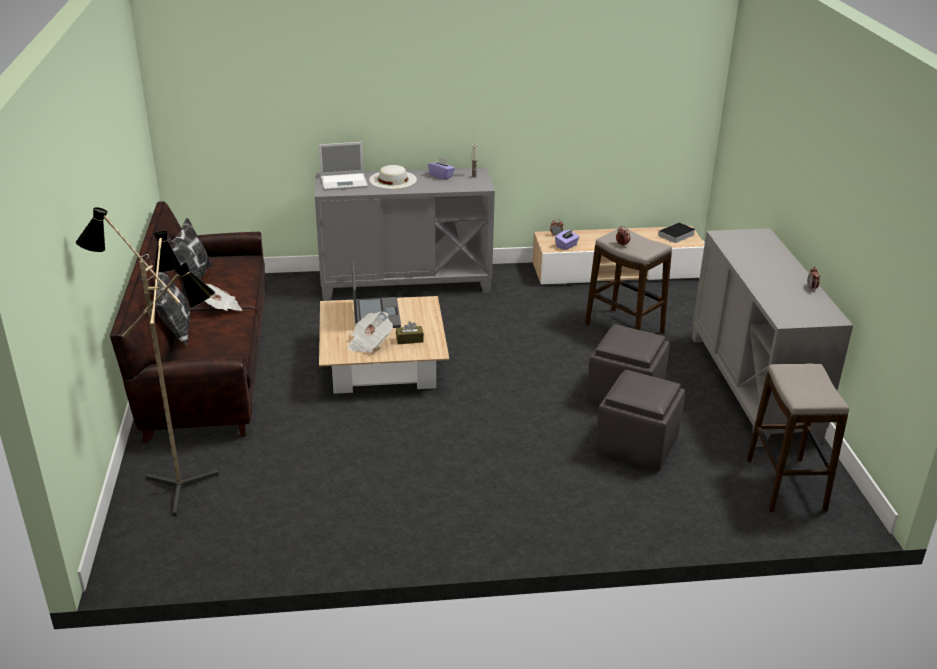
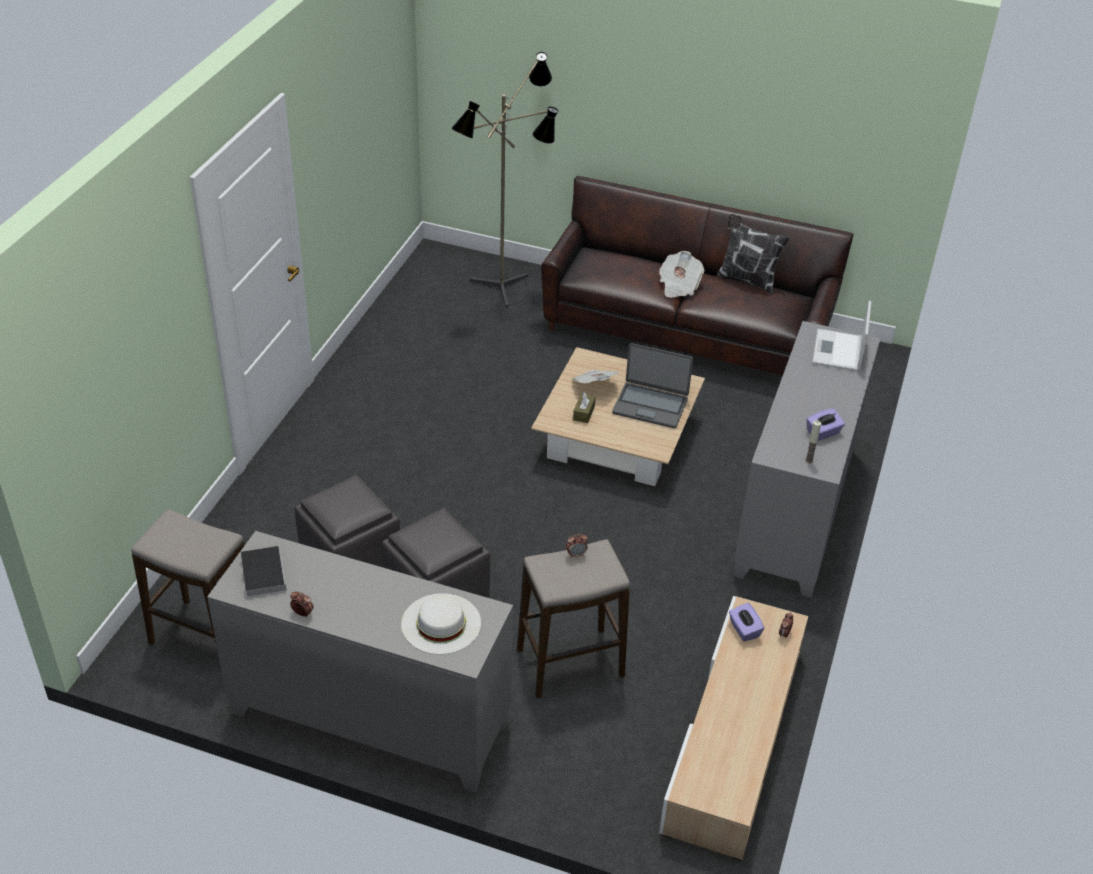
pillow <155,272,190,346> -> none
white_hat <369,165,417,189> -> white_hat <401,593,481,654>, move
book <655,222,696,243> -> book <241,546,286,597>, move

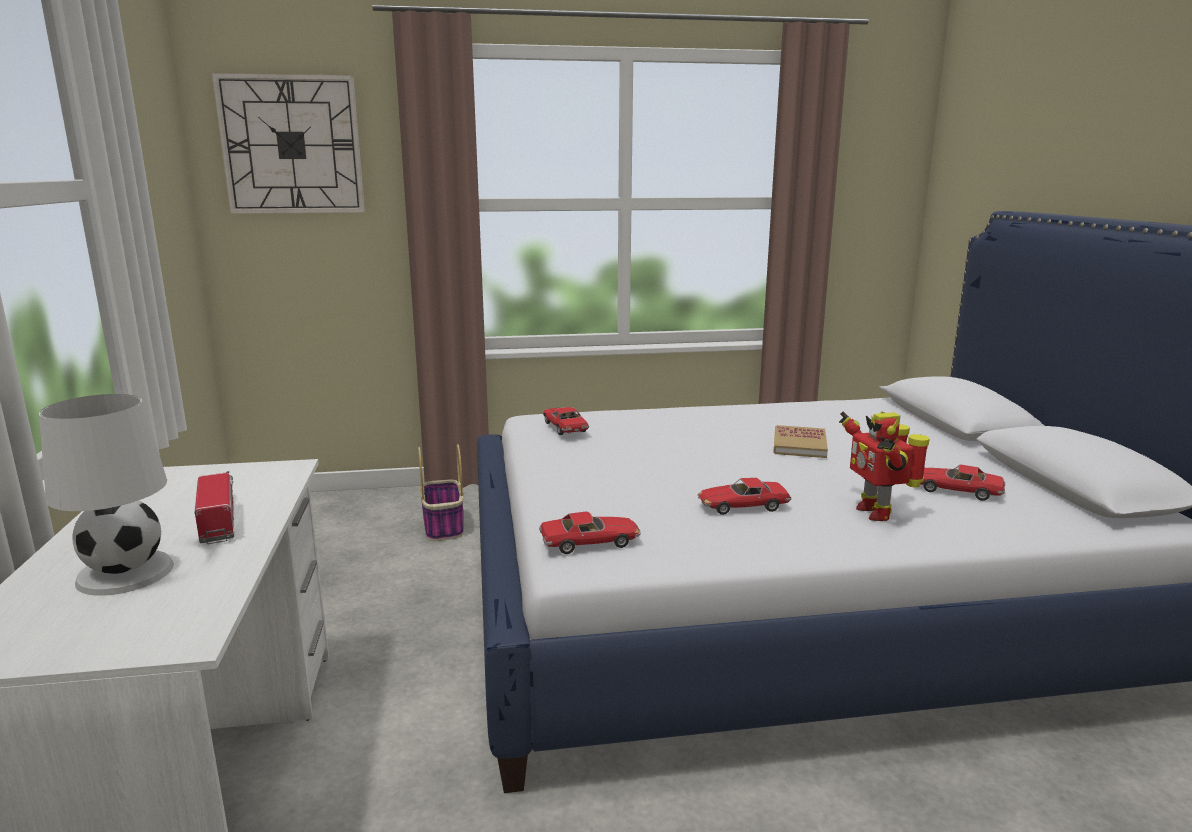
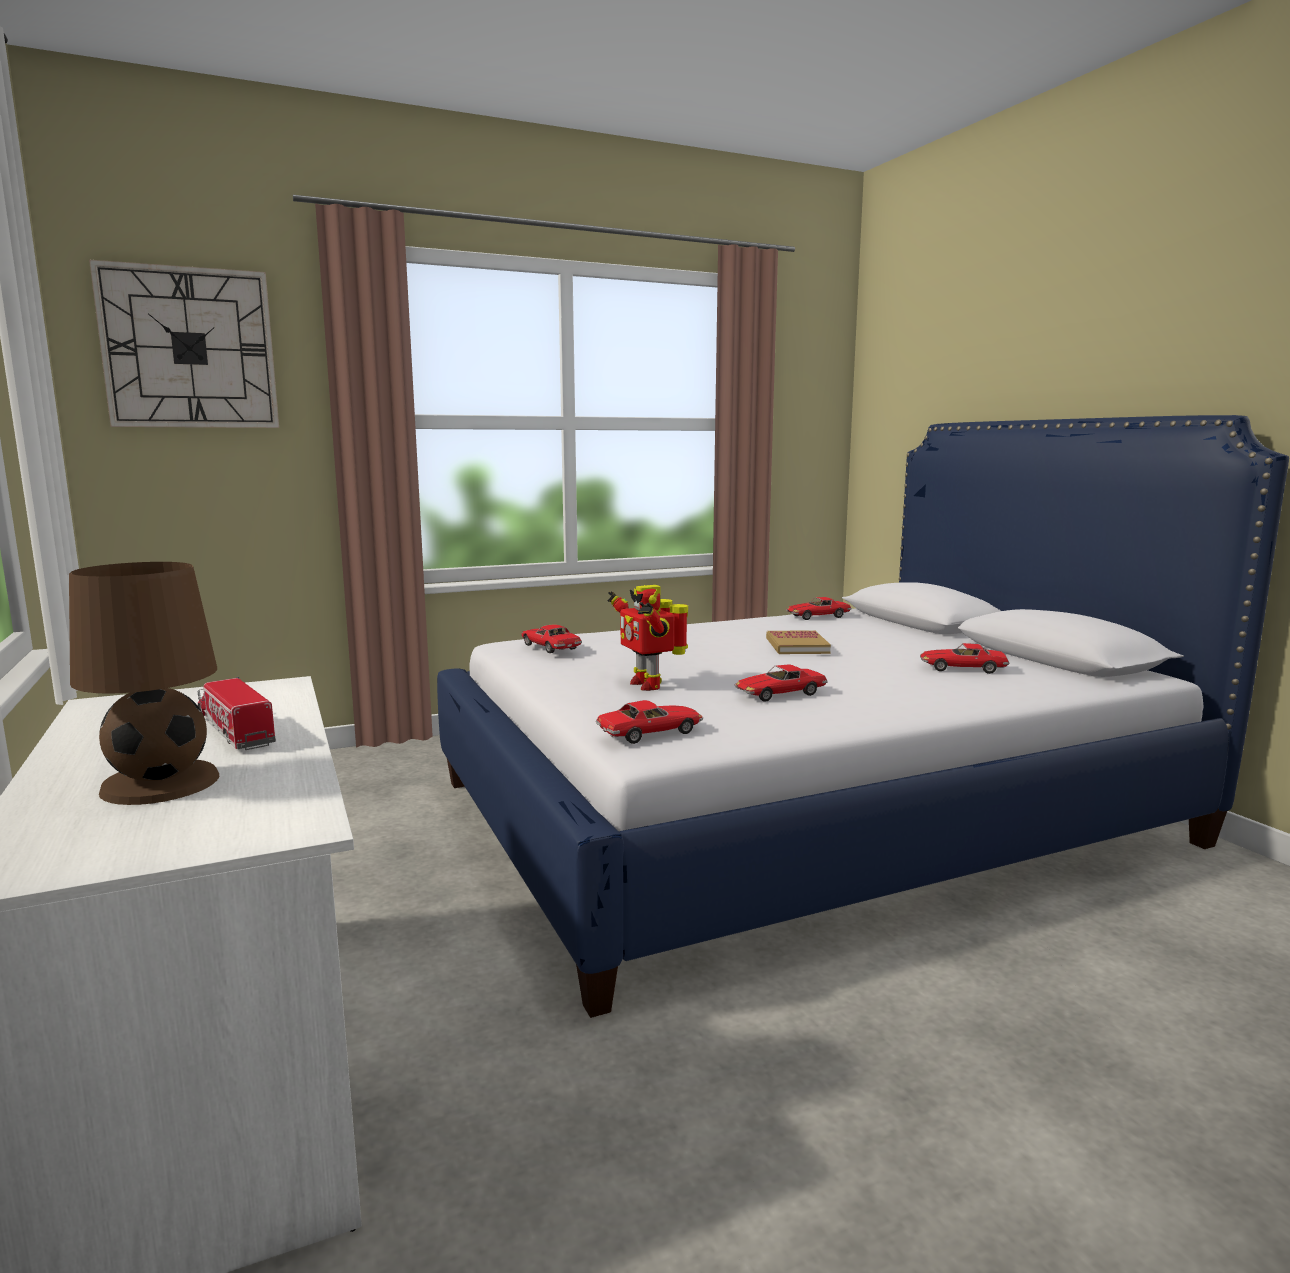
white_table_lamp <39,394,174,596> -> brown_table_lamp <69,562,219,805>
basket <418,444,464,541> -> none
toy_robot <839,411,930,521> -> toy_robot <608,585,688,691>, move
none -> toy_car <786,597,851,620>

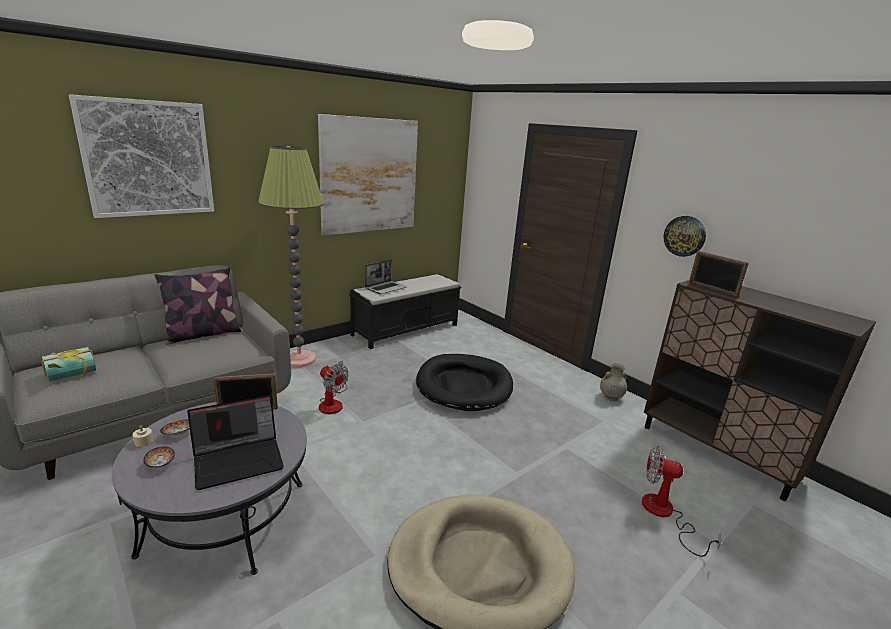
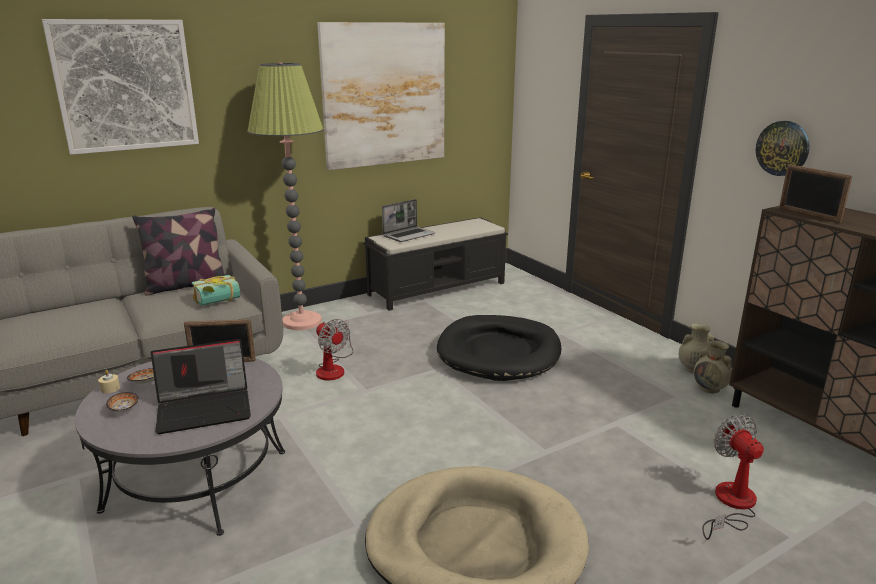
book <41,347,96,382> -> book <192,275,240,306>, move
fan <642,446,722,557> -> fan <702,415,764,540>, 45 degrees clockwise
none -> beige_vase <693,340,732,393>

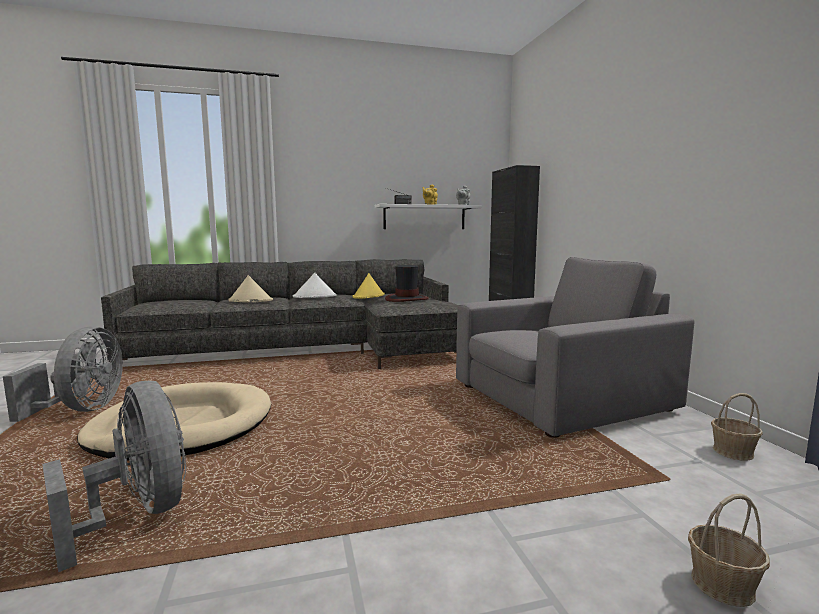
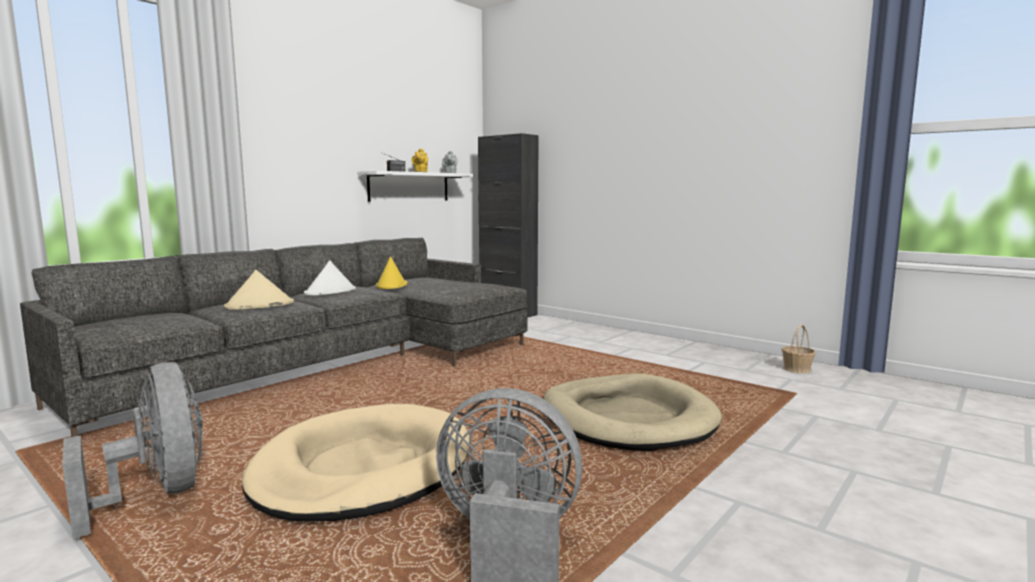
hat <385,265,429,302> -> none
grey_armchair <456,257,694,438> -> none
basket <688,494,770,607> -> none
none -> beige_dog_bed <543,373,722,451>

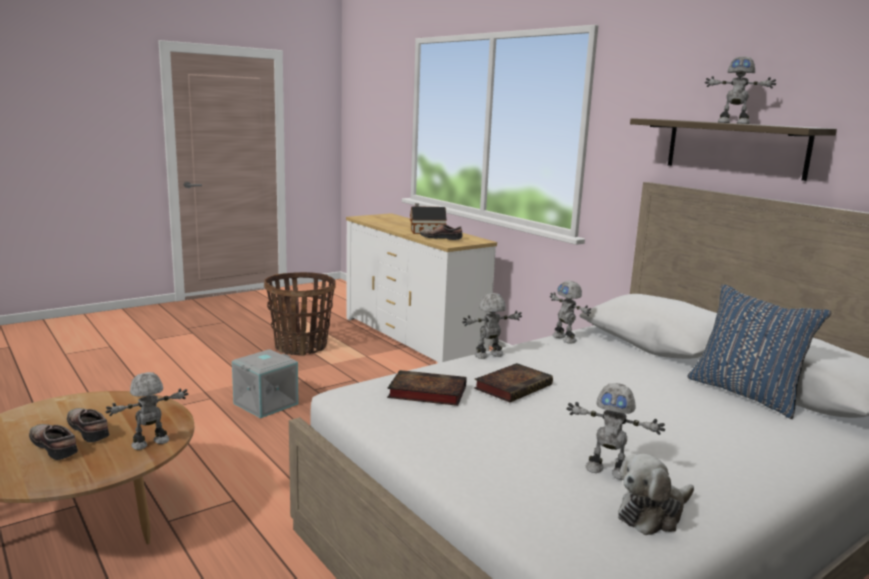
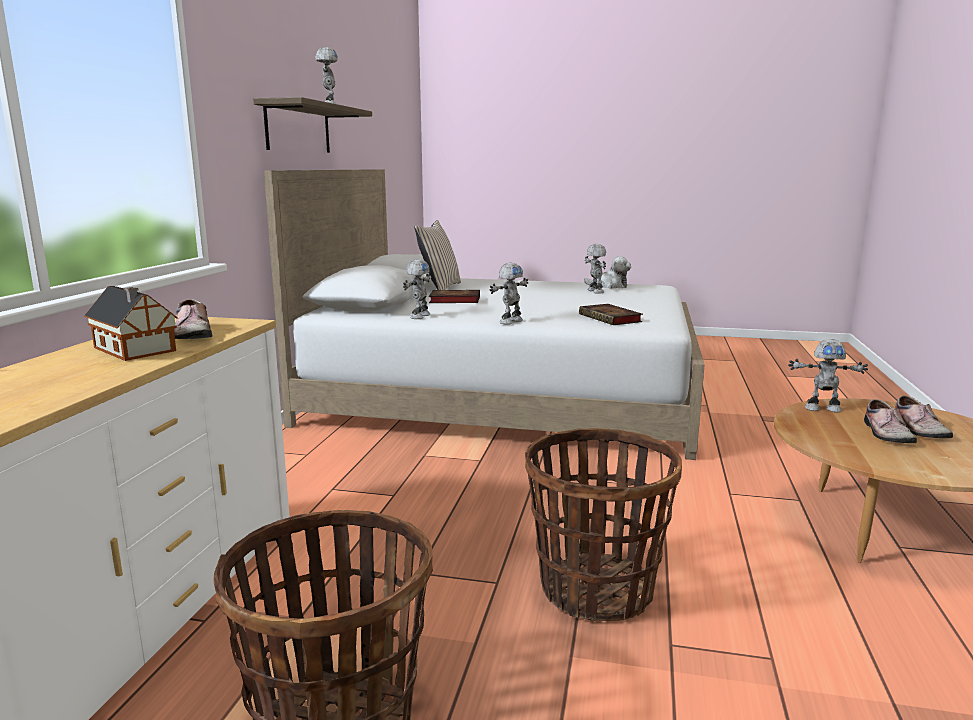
grey_storage_box <232,349,298,418> -> basket <525,428,682,621>
toy_robot <462,293,522,359> -> toy_robot <489,262,529,325>, 75 degrees counterclockwise
book <474,363,553,402> -> book <429,290,480,303>, move
blue_pillow <687,284,832,419> -> beige_pillow <414,220,461,290>

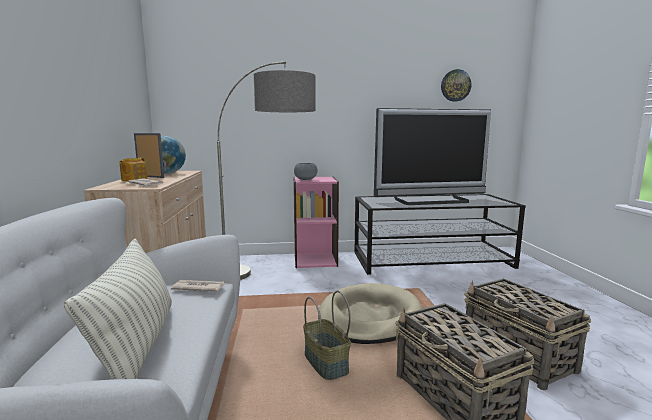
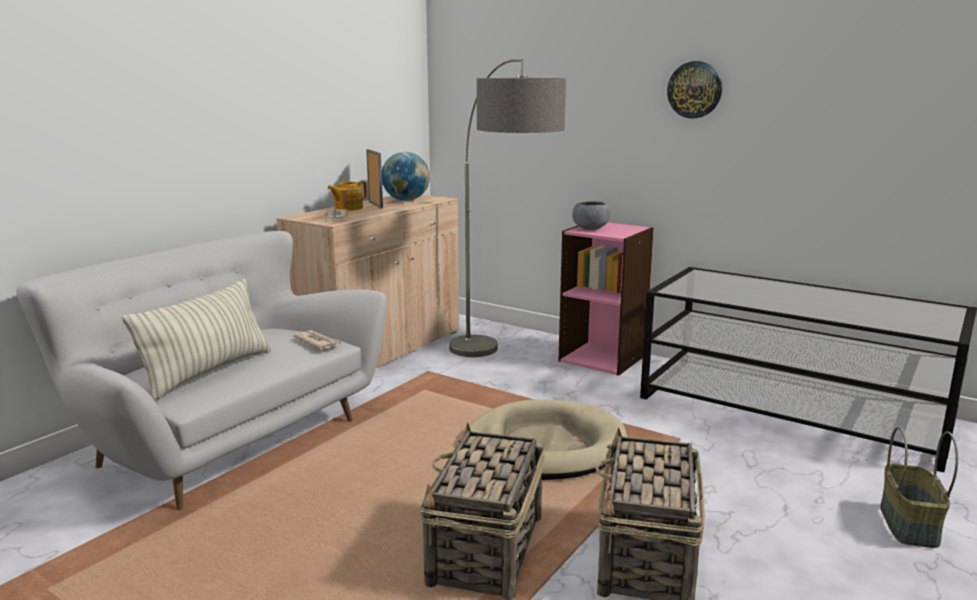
basket <303,291,351,380> -> basket <880,427,958,548>, move
television <374,108,491,205> -> none
wall_clock <441,69,471,102> -> wall_clock <667,61,722,118>, move

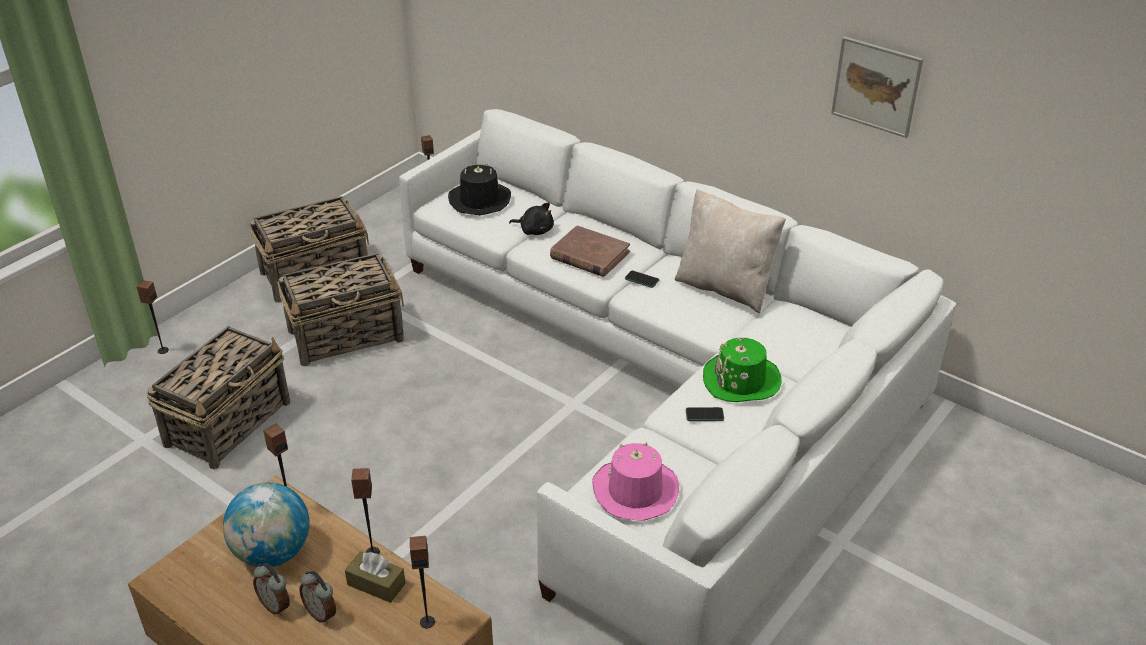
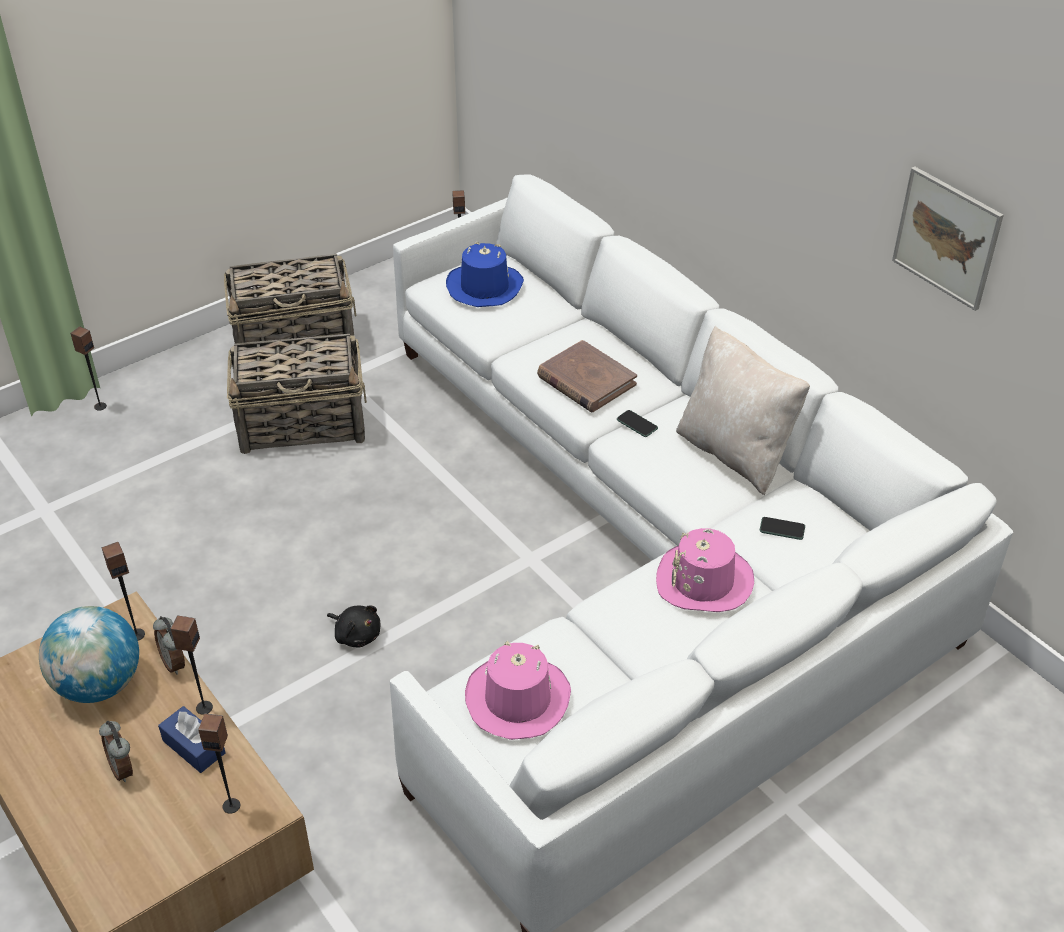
basket <147,326,290,469> -> none
alarm_clock <253,563,290,616> -> alarm_clock <153,616,185,675>, move
brown_tissue_box <345,551,406,603> -> blue_tissue_box <158,706,226,773>
black_hat <448,164,511,215> -> blue_hat <446,242,524,307>
black_plush_toy <509,202,554,235> -> black_plush_toy <327,605,381,648>, move
phone <686,407,724,421> -> phone <760,517,805,540>, move
green_hat <703,337,782,402> -> pink_hat <656,528,754,612>

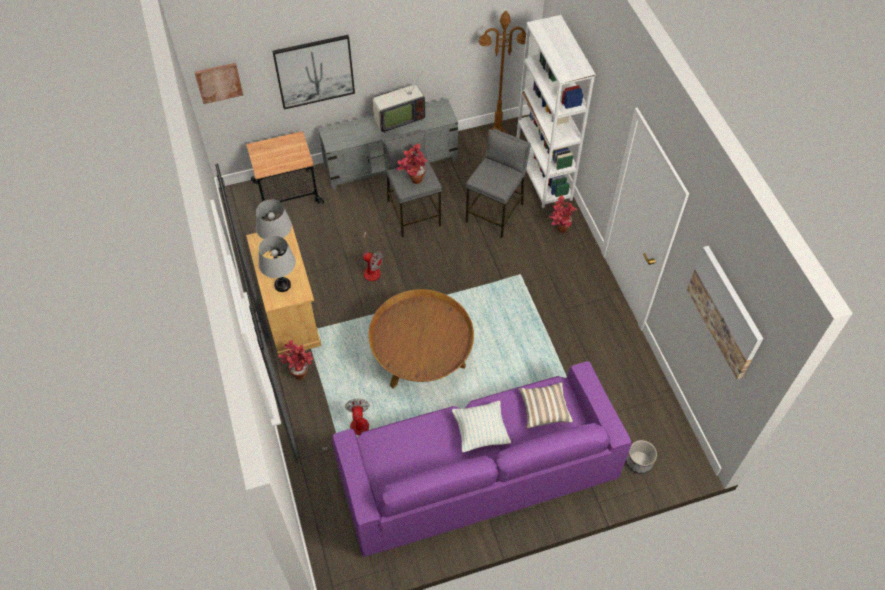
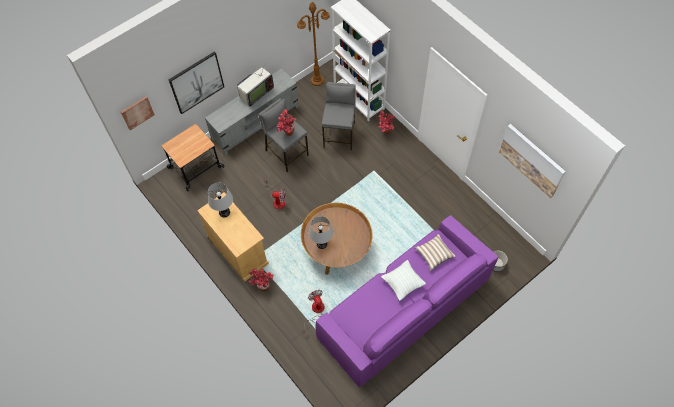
grey_table_lamp <259,236,296,292> -> grey_table_lamp <309,216,333,249>, move

